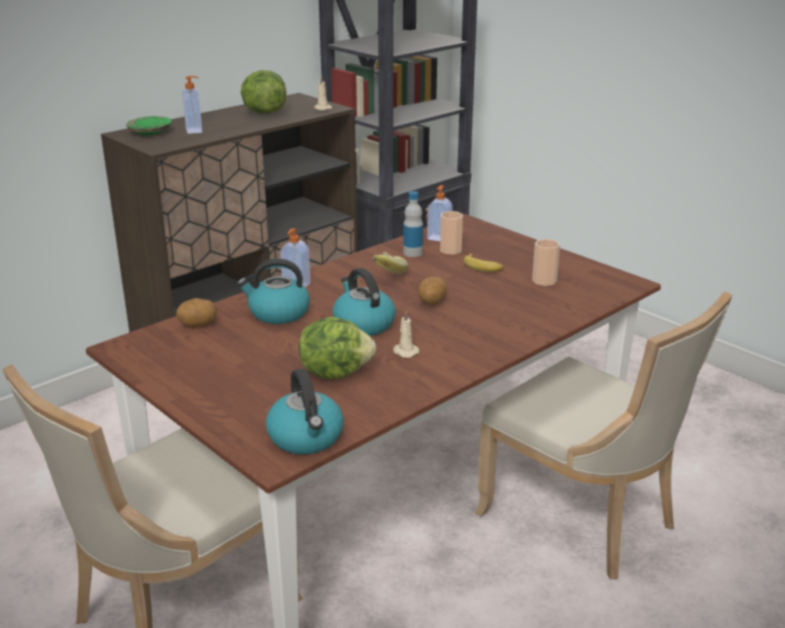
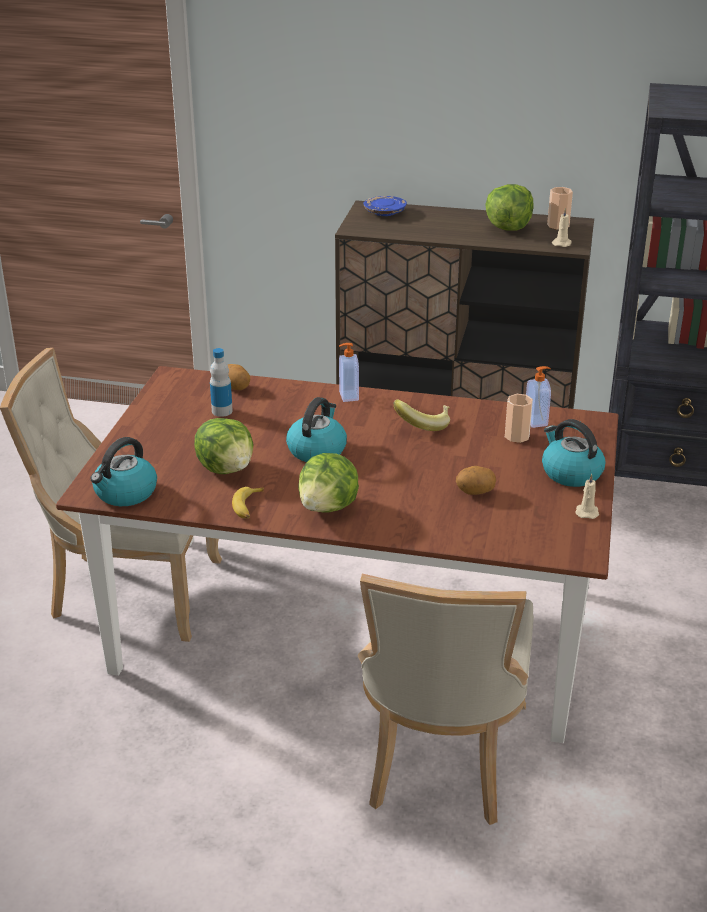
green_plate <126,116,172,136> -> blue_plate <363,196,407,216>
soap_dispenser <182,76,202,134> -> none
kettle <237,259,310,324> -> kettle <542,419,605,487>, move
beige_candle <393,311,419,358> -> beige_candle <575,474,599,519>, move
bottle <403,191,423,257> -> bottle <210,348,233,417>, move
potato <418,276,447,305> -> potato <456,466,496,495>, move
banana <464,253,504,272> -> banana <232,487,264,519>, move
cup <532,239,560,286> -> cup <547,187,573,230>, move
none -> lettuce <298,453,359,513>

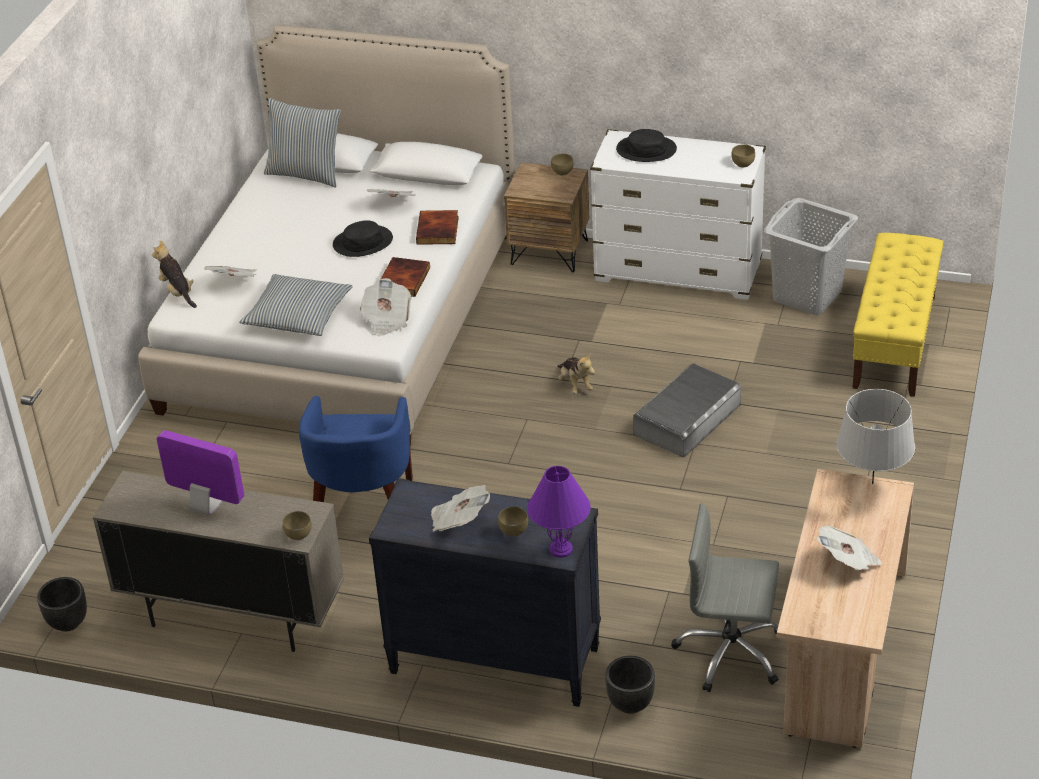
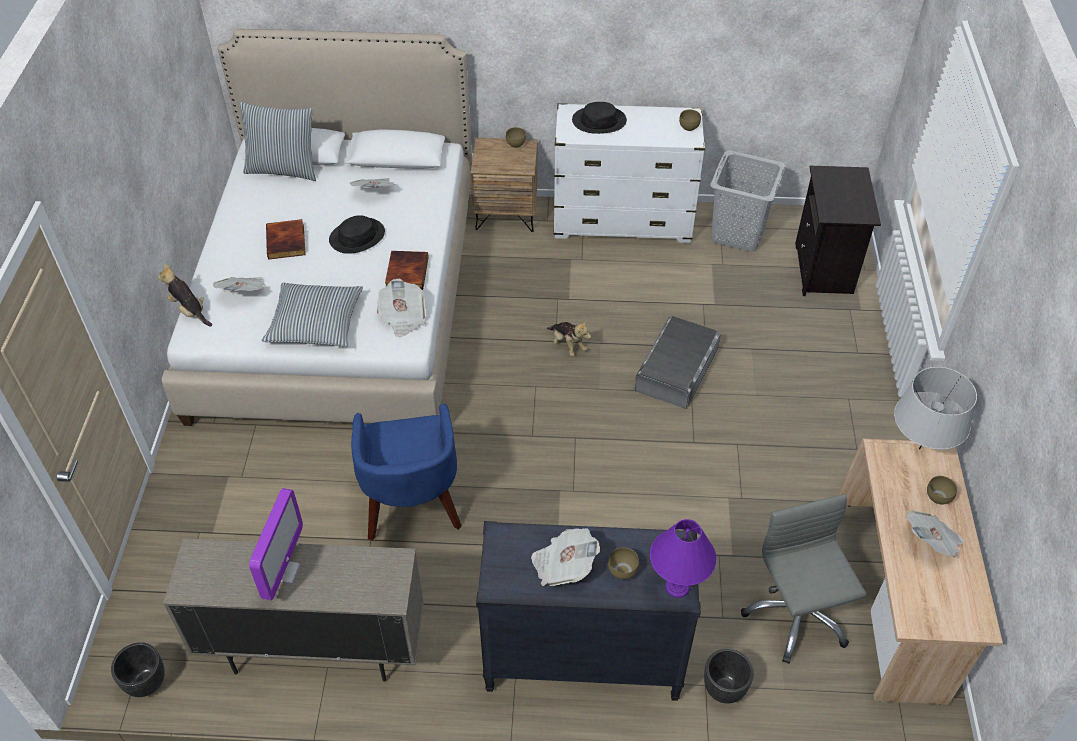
monitor <157,430,244,515> -> monitor <249,488,303,600>, 90 degrees clockwise
brown_bowl <282,511,312,540> -> brown_bowl <927,476,957,504>, move
book <416,210,459,245> -> book <266,219,306,260>, move
grey_office_chair <671,503,779,692> -> grey_office_chair <741,494,867,664>, 75 degrees clockwise
yellow_bench <853,233,943,397> -> black_nightstand <795,166,881,296>

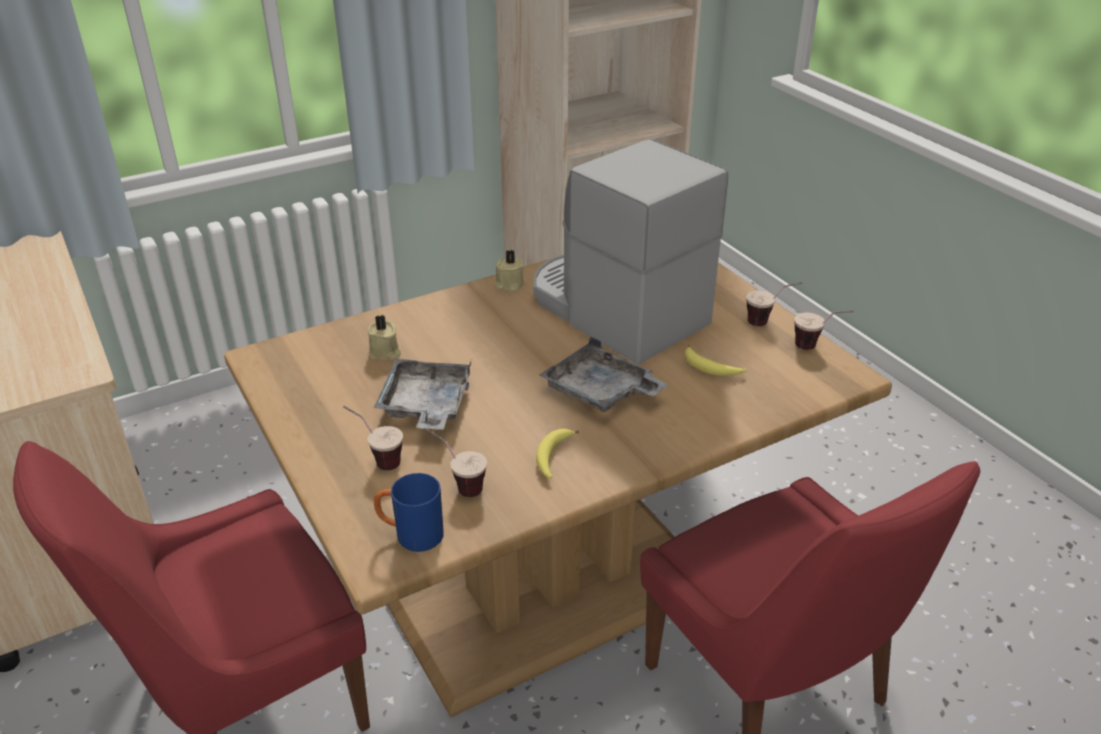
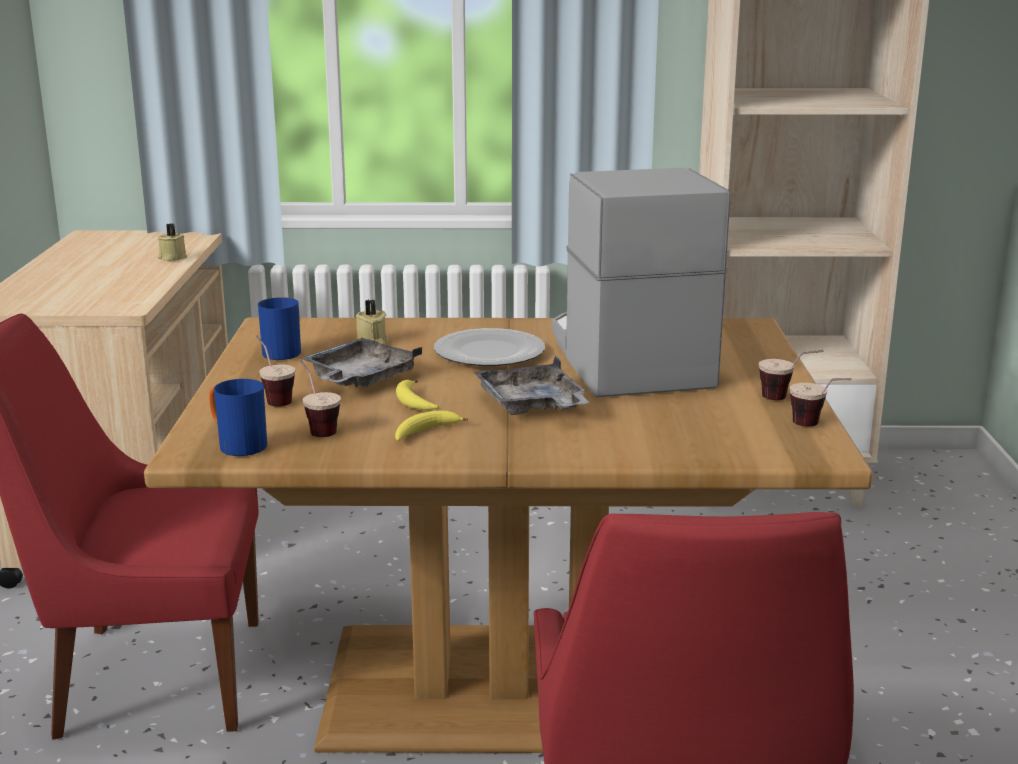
beige_candle <495,250,524,291> -> beige_candle <157,223,187,261>, move
banana <685,344,746,376> -> banana <396,380,439,410>, move
none -> blue_mug <258,297,301,360>
none -> plate <434,328,545,366>

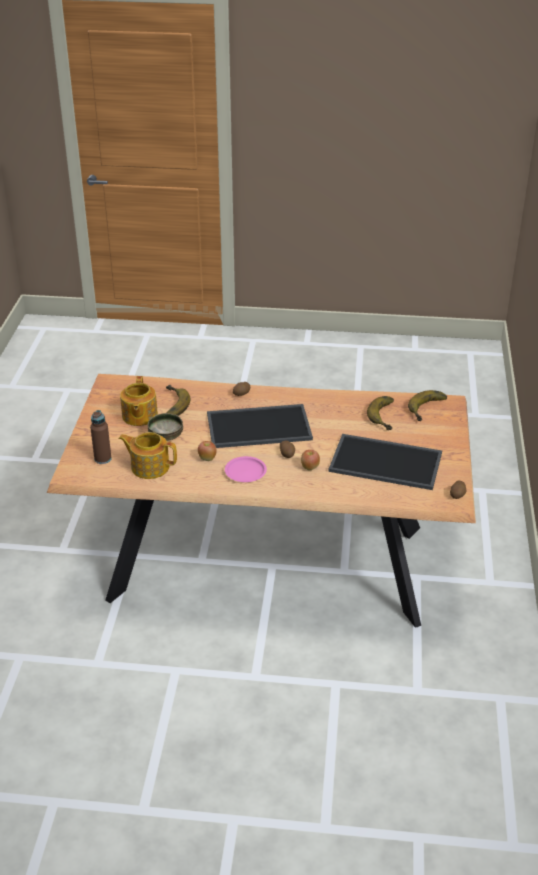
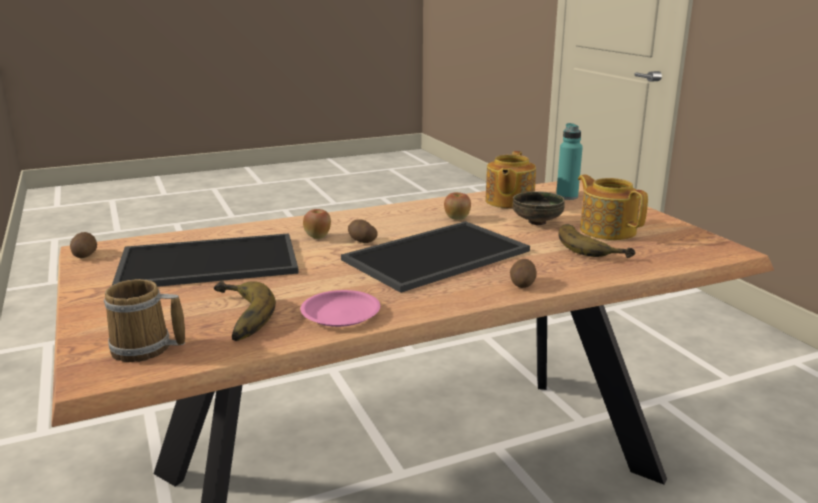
brown_bottle <90,410,111,464> -> turquoise_bottle <556,123,583,200>
teapot <119,432,177,479> -> teapot <485,151,536,209>, 120 degrees clockwise
pink_plate <225,456,267,482> -> pink_plate <300,290,380,327>, move
banana <408,390,447,421> -> mug <104,279,185,362>

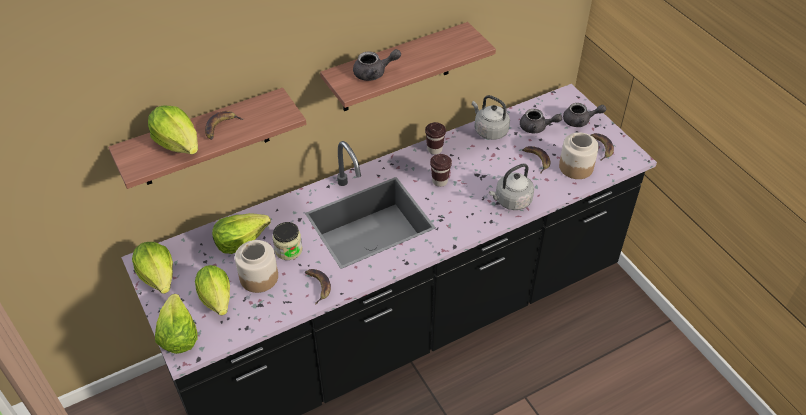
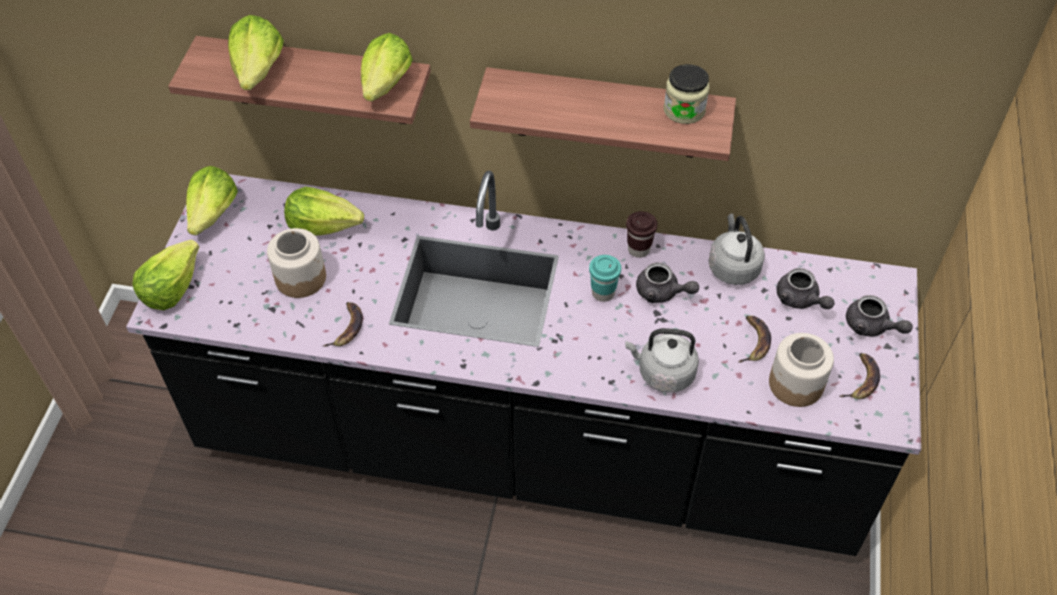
lettuce <195,265,230,316> -> lettuce <361,33,413,101>, move
banana <205,111,243,140> -> none
jar <272,222,302,260> -> jar <664,64,709,124>, move
grey_teapot <353,49,401,81> -> grey_teapot <636,263,699,303>, move
brown_cup <430,154,452,187> -> turquoise_cup <589,255,621,302>

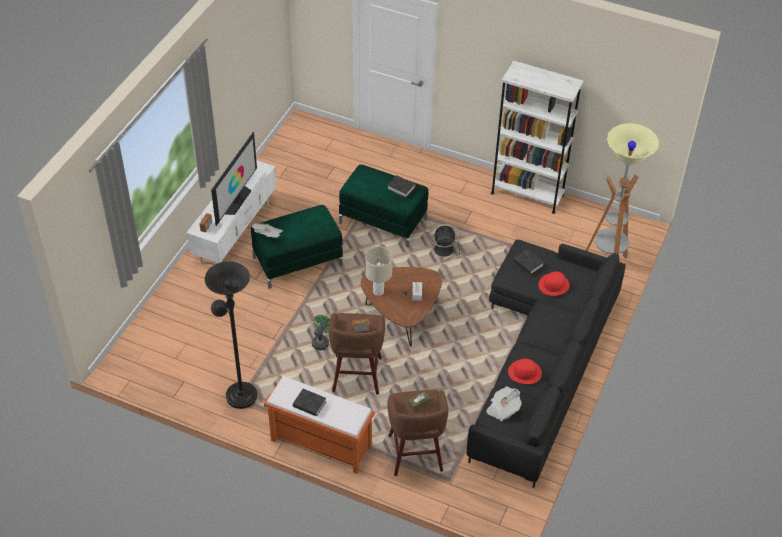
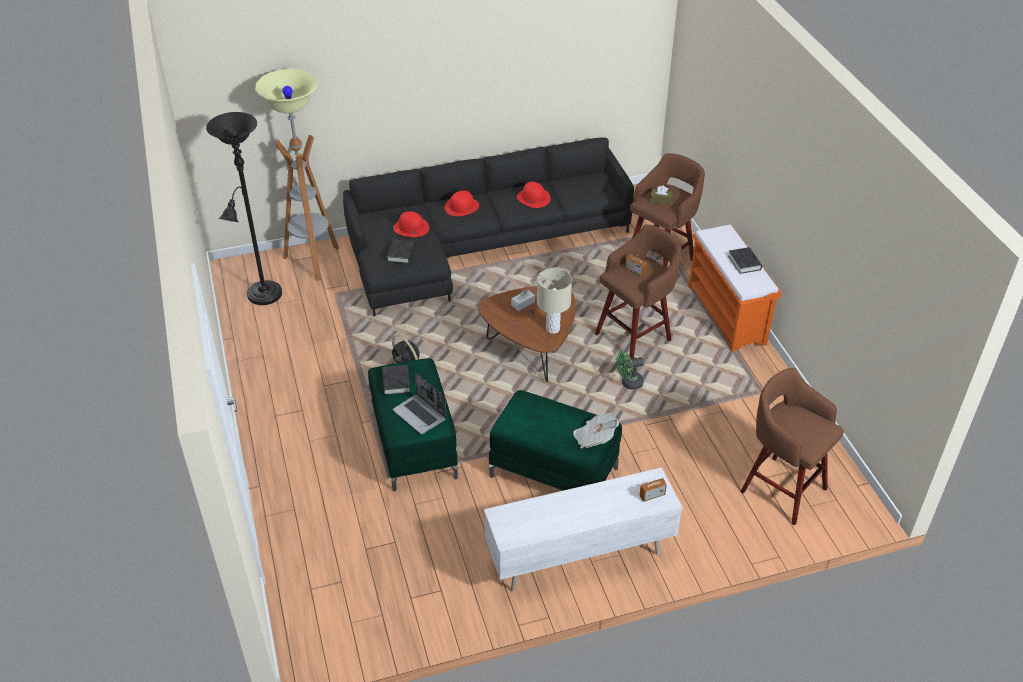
black_floor_lamp <205,261,257,409> -> black_floor_lamp <206,112,282,305>, move
television <211,132,257,226> -> none
newspaper <486,386,522,421> -> none
white_bookcase <491,61,583,214> -> none
none -> laptop <393,373,446,434>
none -> red_hat <444,190,479,216>
none -> brown_stool <740,368,844,525>

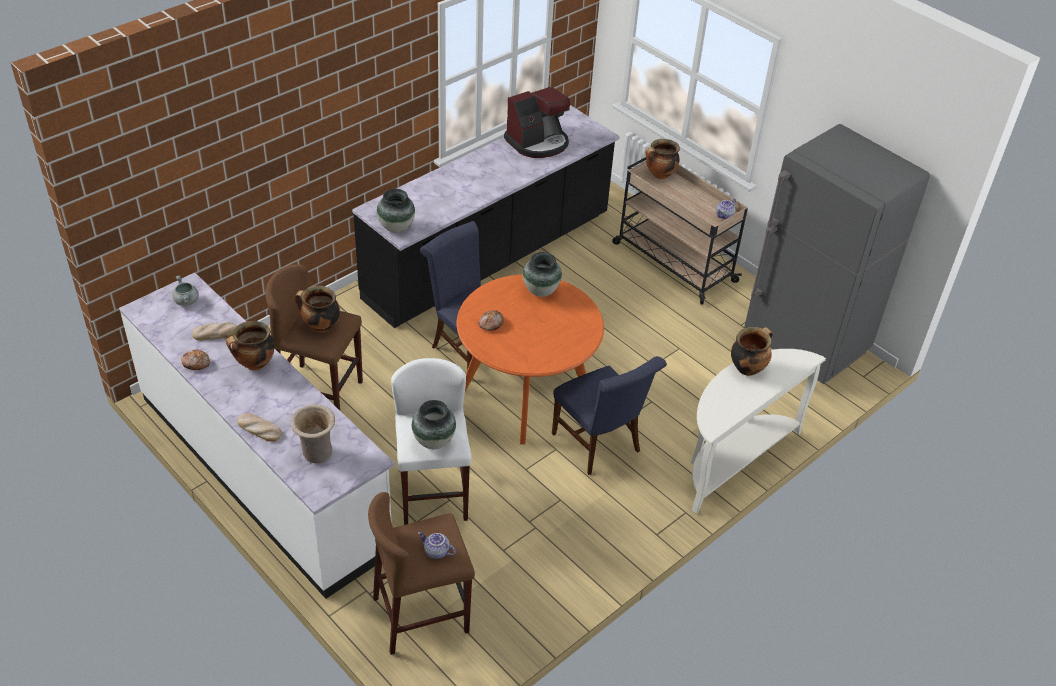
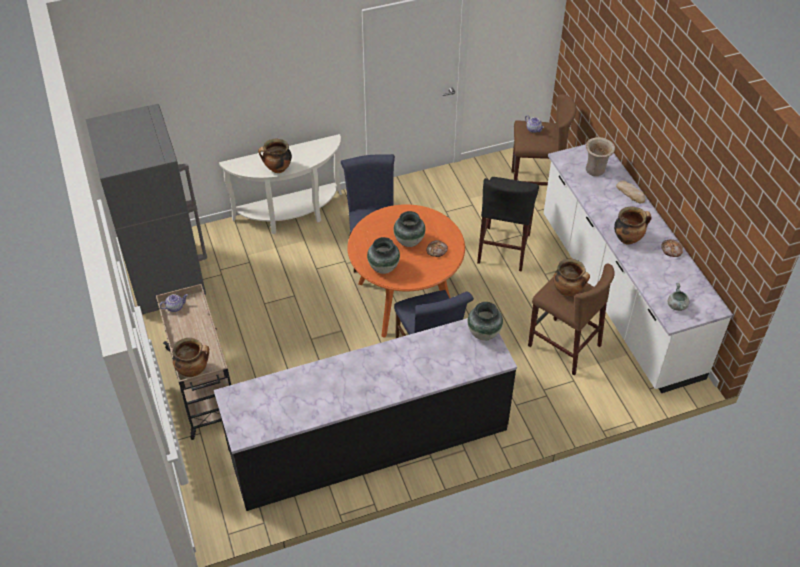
bread <192,322,237,341> -> none
white_stool <391,358,471,525> -> black_stool <477,177,539,271>
vase <412,400,456,449> -> vase <393,211,425,247>, move
coffee_machine <504,87,570,158> -> none

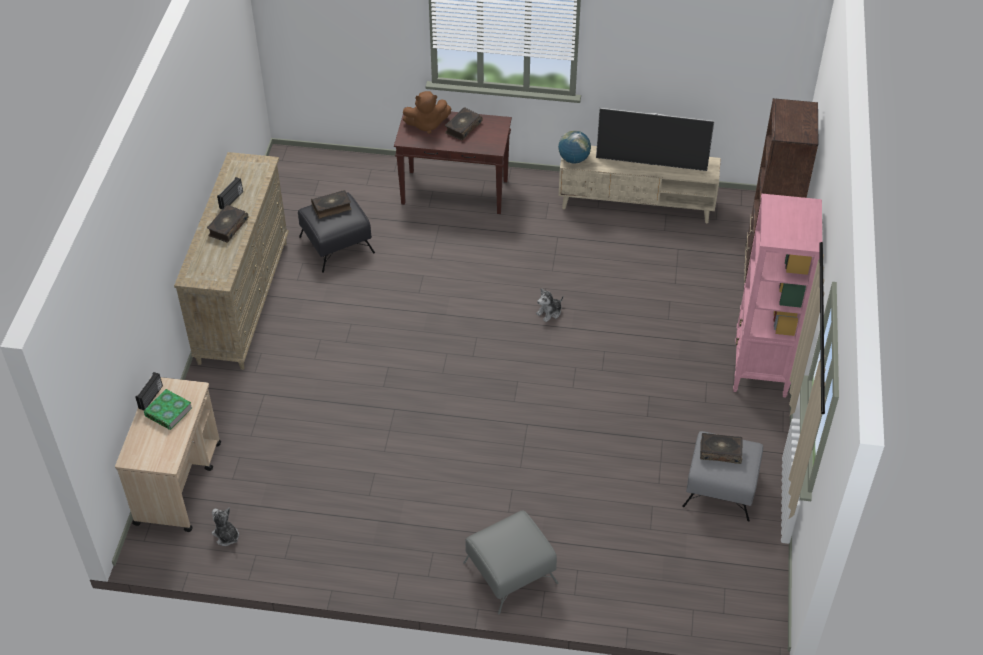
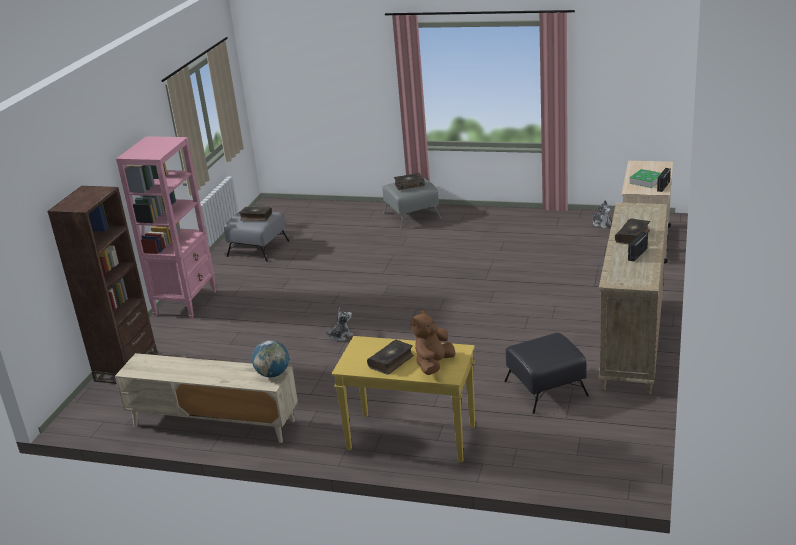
book <311,190,352,219> -> book <394,173,425,190>, move
brown_console_table <394,107,512,214> -> yellow_console_table <331,336,475,463>
brown_plush_toy <403,91,451,134> -> brown_plush_toy <411,310,456,375>, 60 degrees counterclockwise
television <596,108,714,171> -> none

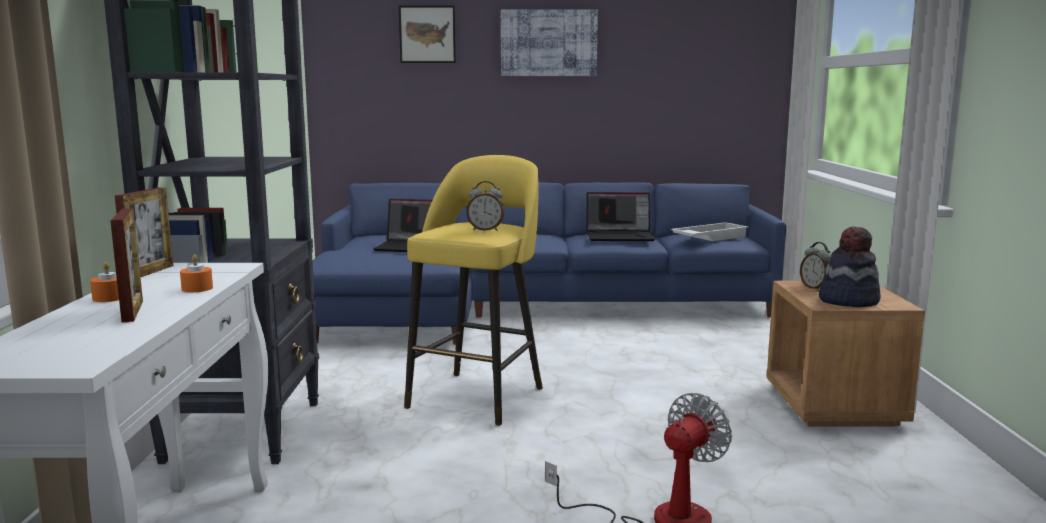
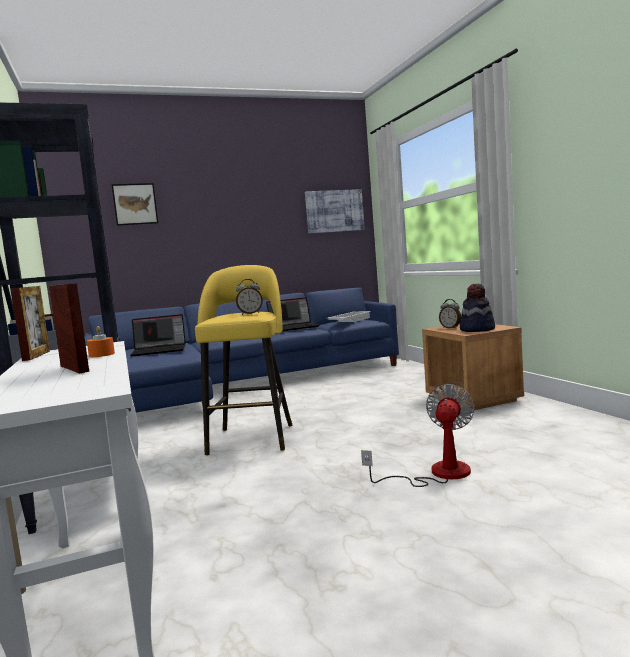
orange_candle <90,262,119,302> -> none
picture <501,9,598,76> -> picture <305,189,365,233>, move

